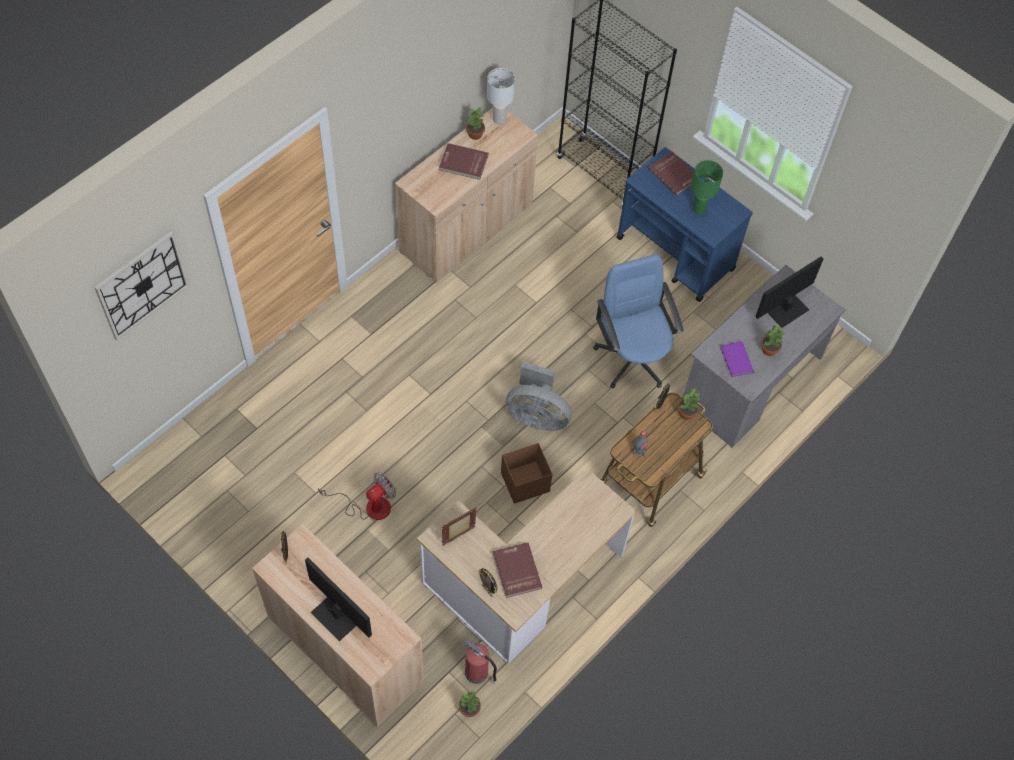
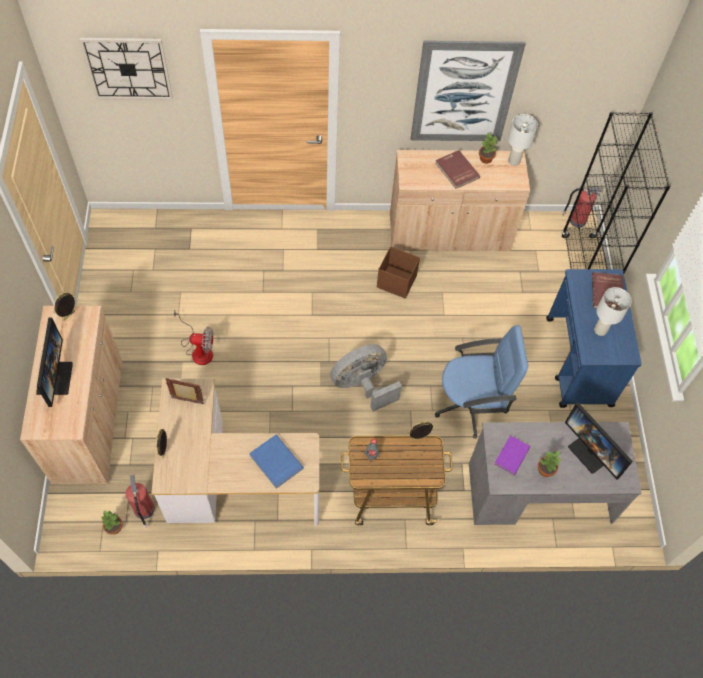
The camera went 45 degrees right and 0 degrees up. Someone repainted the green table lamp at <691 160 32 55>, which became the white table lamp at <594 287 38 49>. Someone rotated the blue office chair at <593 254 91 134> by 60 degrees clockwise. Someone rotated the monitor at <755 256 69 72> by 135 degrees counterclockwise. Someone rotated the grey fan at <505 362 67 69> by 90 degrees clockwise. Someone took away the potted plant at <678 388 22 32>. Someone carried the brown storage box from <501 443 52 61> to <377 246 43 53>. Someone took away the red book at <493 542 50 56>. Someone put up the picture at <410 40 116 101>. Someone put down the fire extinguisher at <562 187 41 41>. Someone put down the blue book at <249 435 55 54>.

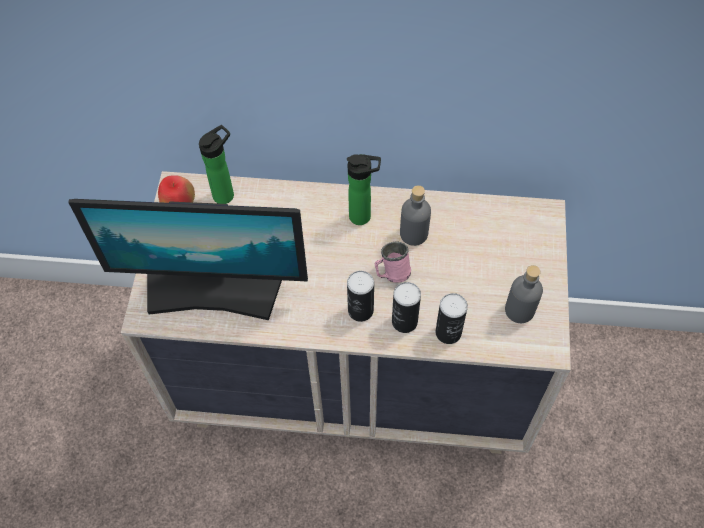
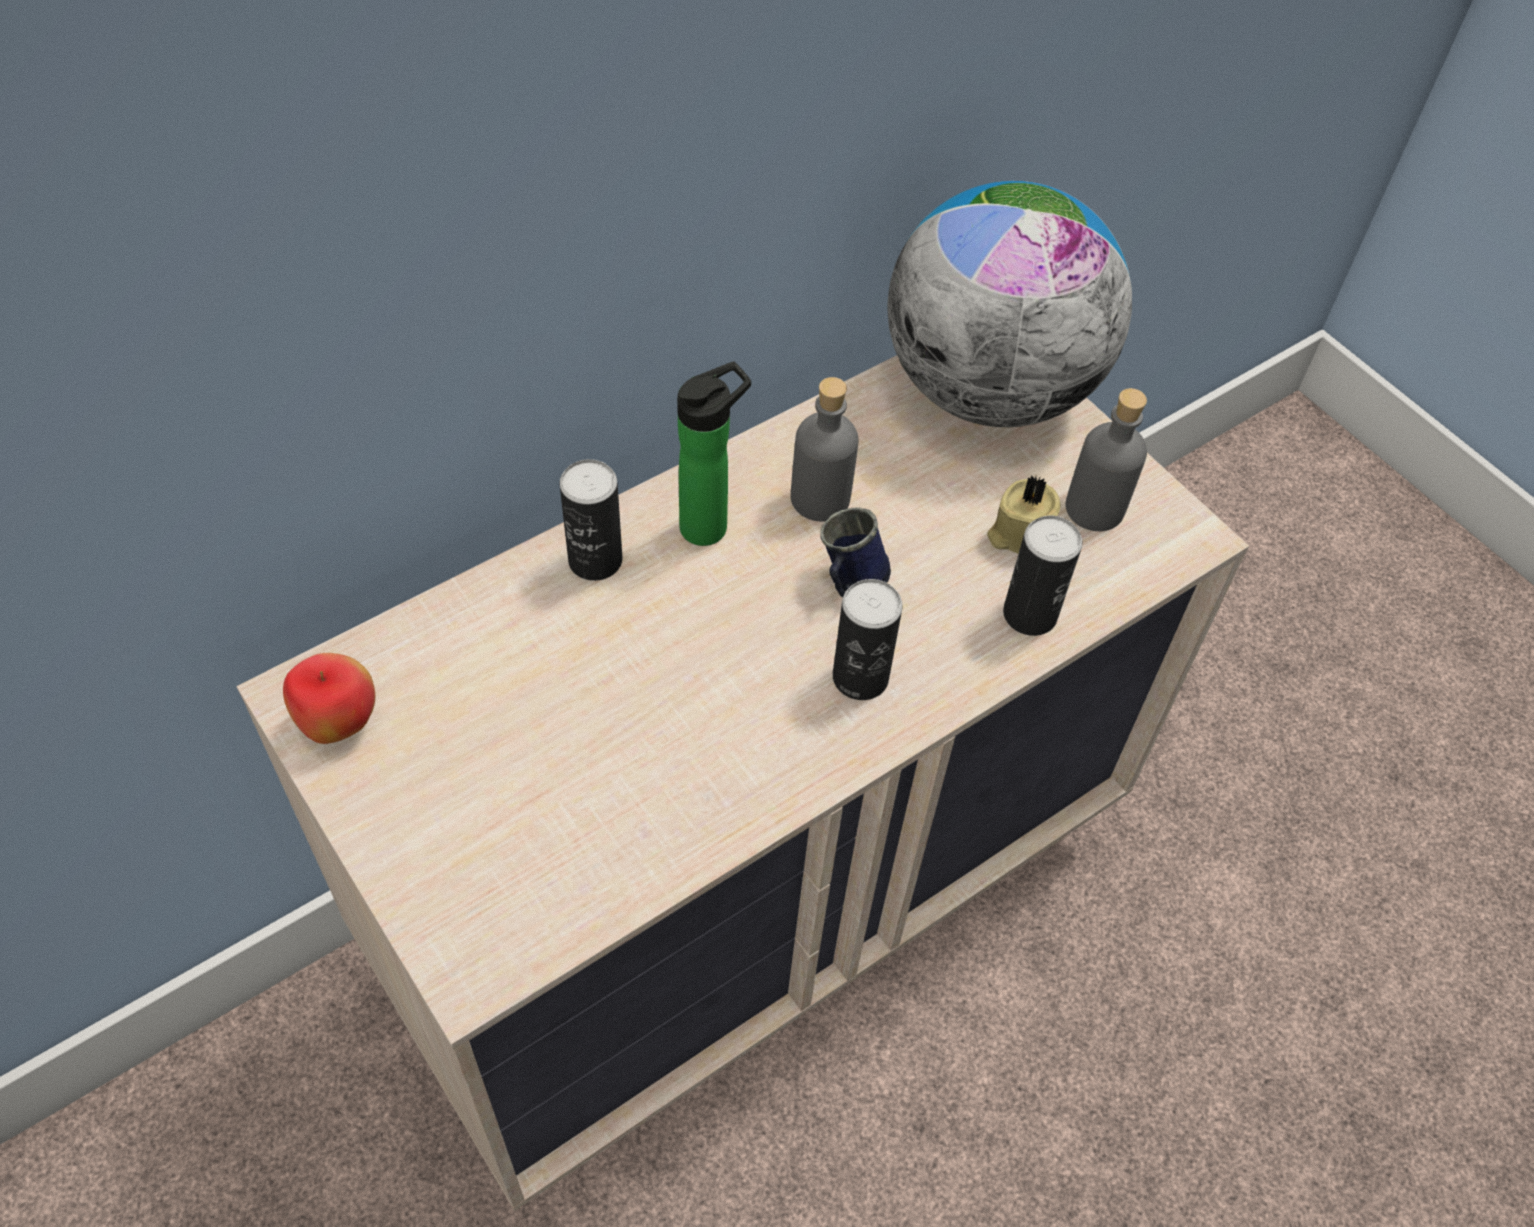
The camera went 45 degrees left and 5 degrees down. Someone took away the bottle at <199 125 35 79>. Someone took away the monitor at <68 199 240 121>. Someone repainted the pink mug at <375 241 36 42>, which became the blue mug at <820 508 71 89>. Someone carried the can from <392 282 29 51> to <559 459 63 122>. Someone put down the globe at <888 181 244 246>. Someone put down the beige candle at <987 475 74 79>.

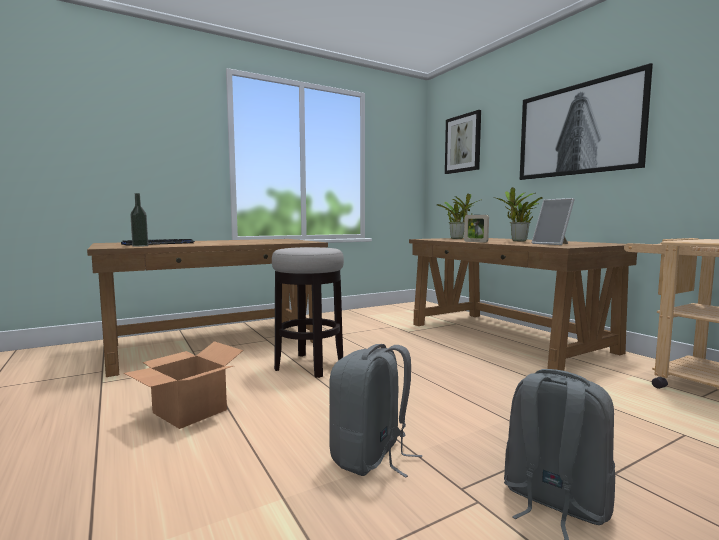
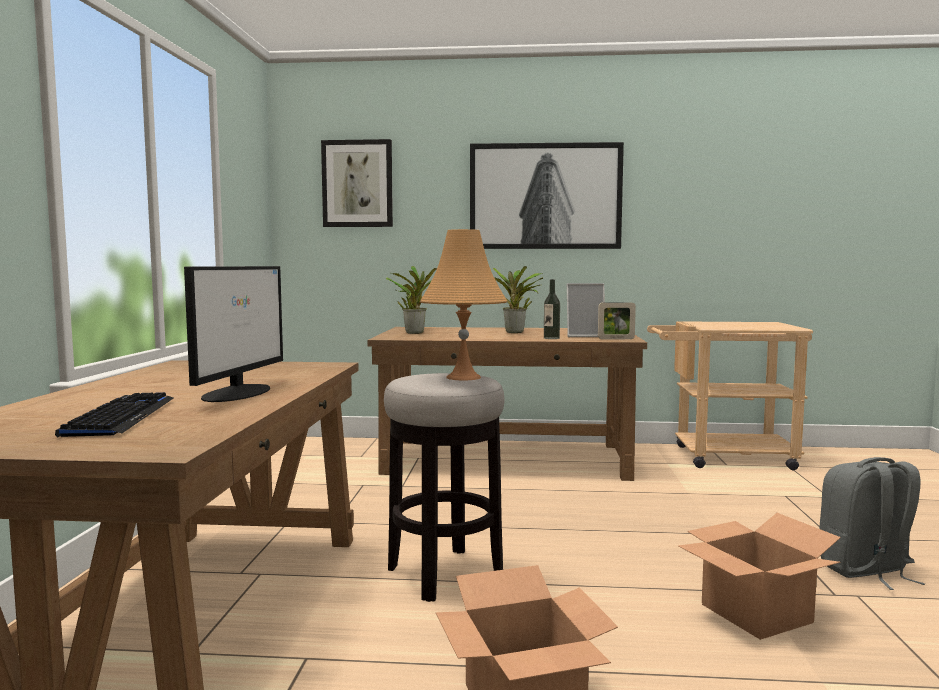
The camera went 55 degrees left and 0 degrees up. Someone carried the bottle from <130 193 18 54> to <544 279 16 60>. Someone carried the picture frame from <464 215 25 28> to <598 303 38 37>. Someone swapped the grey backpack at <329 344 93 134> for the cardboard box at <678 513 163 127>. Someone put down the orange table lamp at <420 229 87 151>. Someone put down the monitor at <184 266 99 136>.

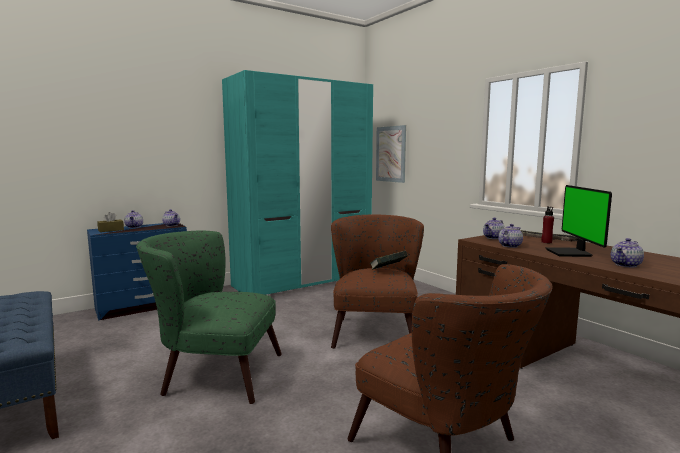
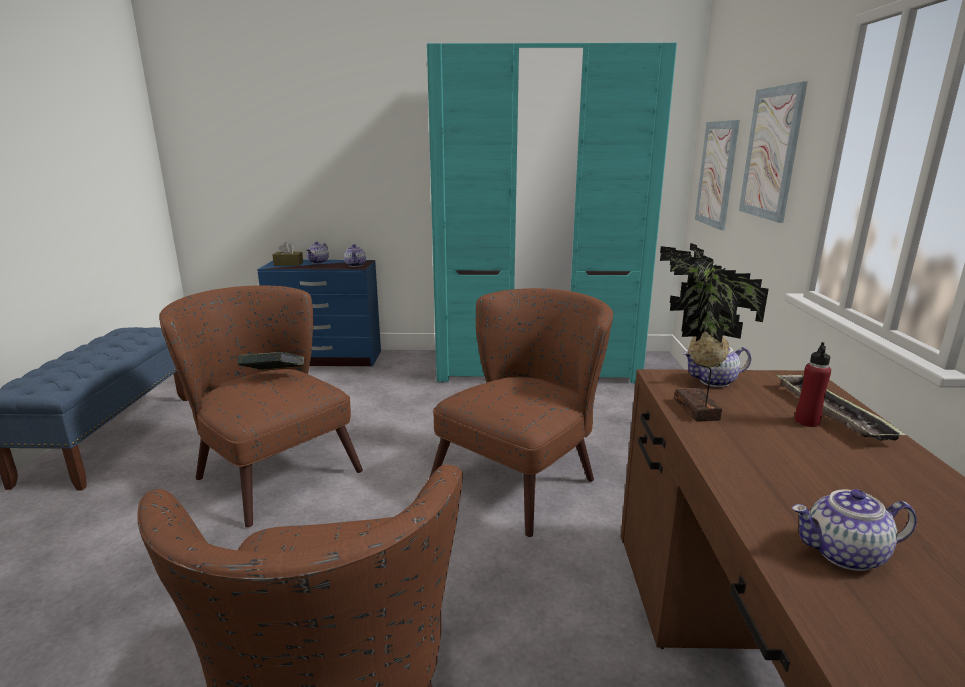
The camera went 35 degrees right and 10 degrees up. Someone took away the monitor at <546 185 66 72>. Someone swapped the teapot at <498 224 25 24> for the potted plant at <660 243 109 179>. Someone repainted the green armchair at <136 231 146 173>, which became the brown armchair at <159 286 204 242>. Someone carried the book from <370 251 38 19> to <238 352 66 18>. Someone put up the picture at <739 81 69 142>.

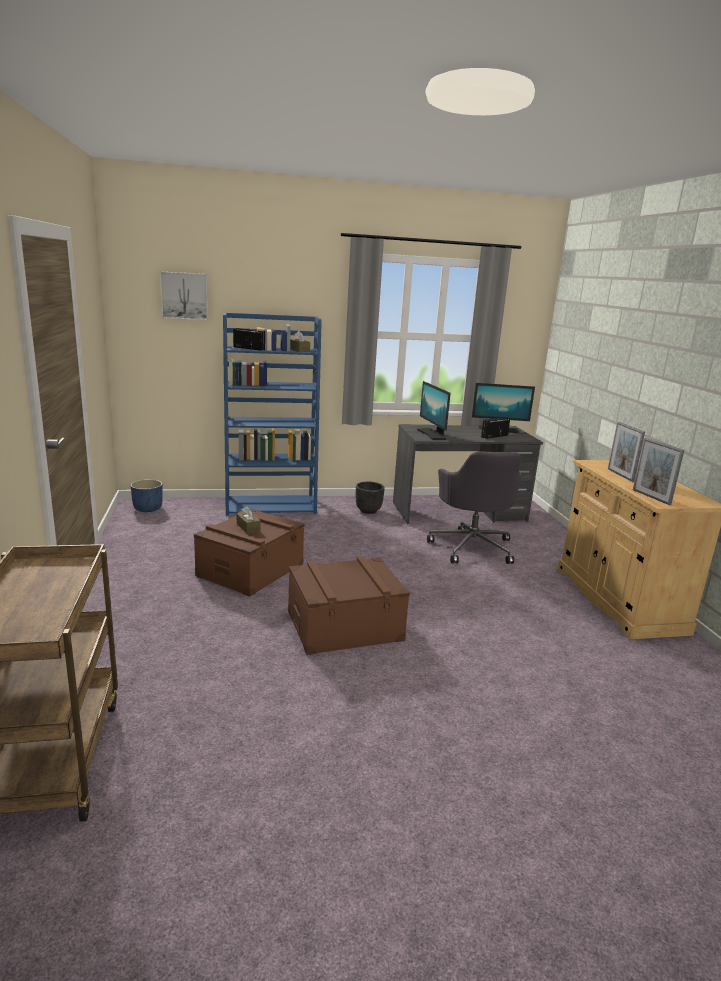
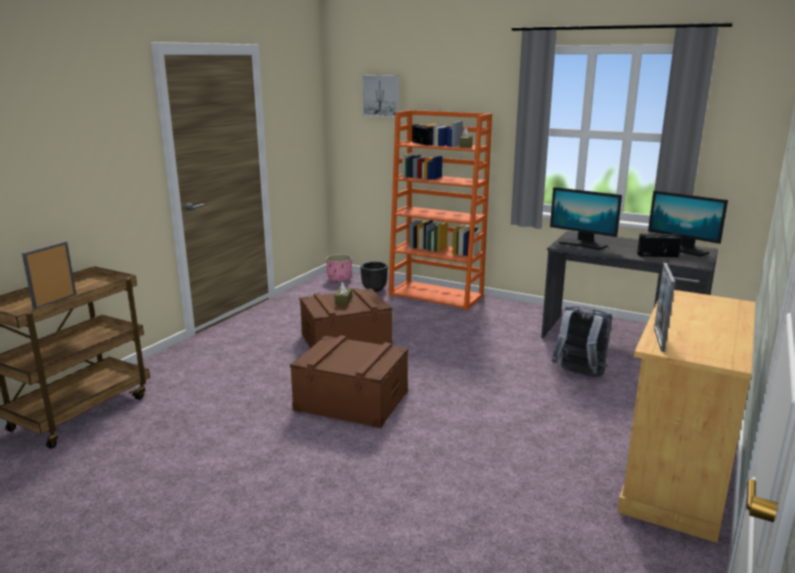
The camera went 40 degrees right and 0 degrees up. Someone repainted the blue bookcase at <223 312 99 204>, which became the orange bookcase at <388 110 104 201>. Someone rotated the monitor at <417 381 34 59> by 75 degrees counterclockwise. Someone carried the picture frame from <608 422 37 60> to <22 241 55 69>. Someone swapped the grey office chair at <427 451 95 113> for the grey backpack at <552 306 60 71>. Someone repainted the blue planter at <130 479 33 33>, which became the pink planter at <326 254 26 28>. Someone carried the black planter from <356 482 29 32> to <361 262 27 30>.

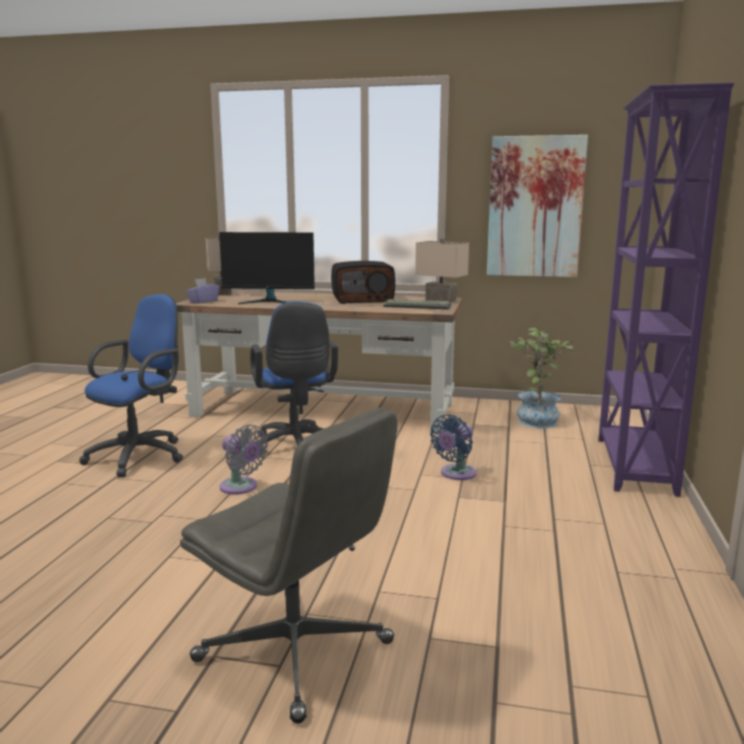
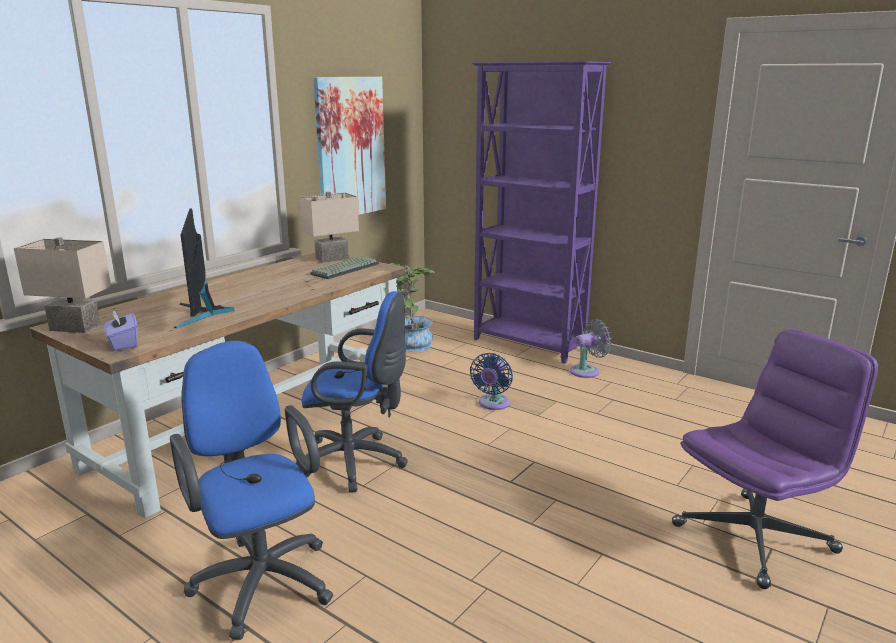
The camera went 65 degrees left and 5 degrees up. Someone rotated the monitor at <219 232 96 72> by 135 degrees clockwise. Someone took away the radio at <331 261 64 43>. Someone repainted the grey office chair at <180 408 218 316>, which became the purple office chair at <672 330 206 259>. Someone rotated the blue fan at <430 414 46 66> by 45 degrees clockwise. Someone carried the grey fan from <220 424 48 71> to <570 319 42 59>.

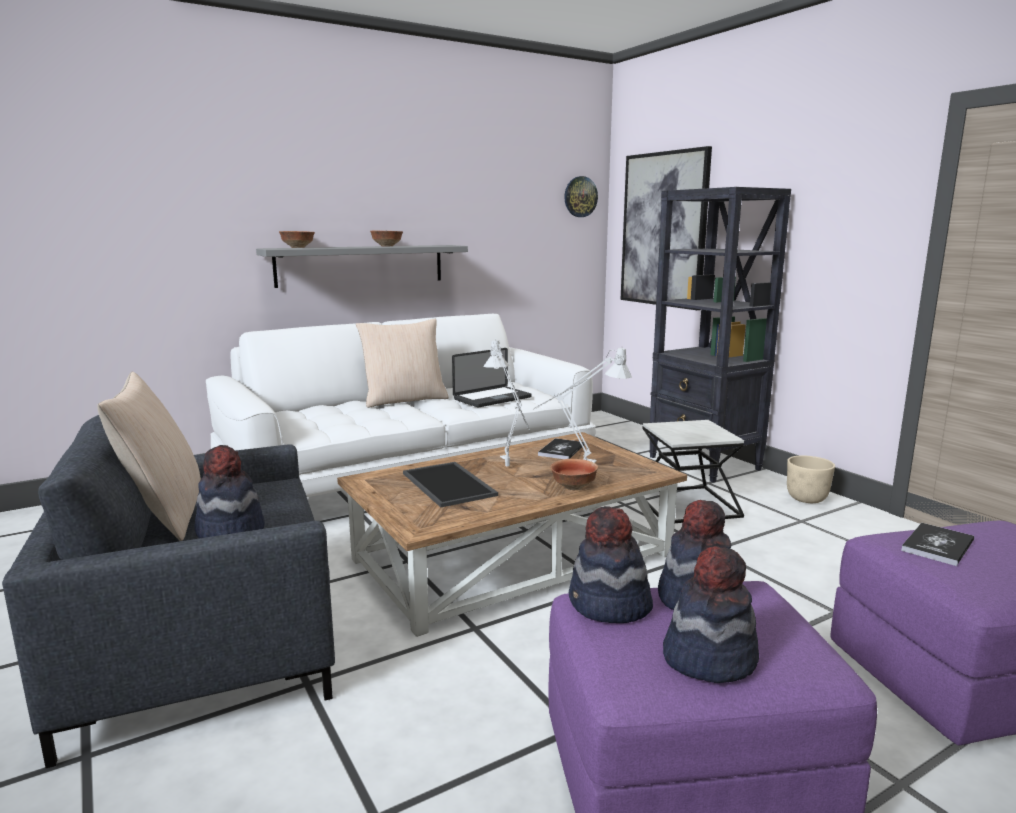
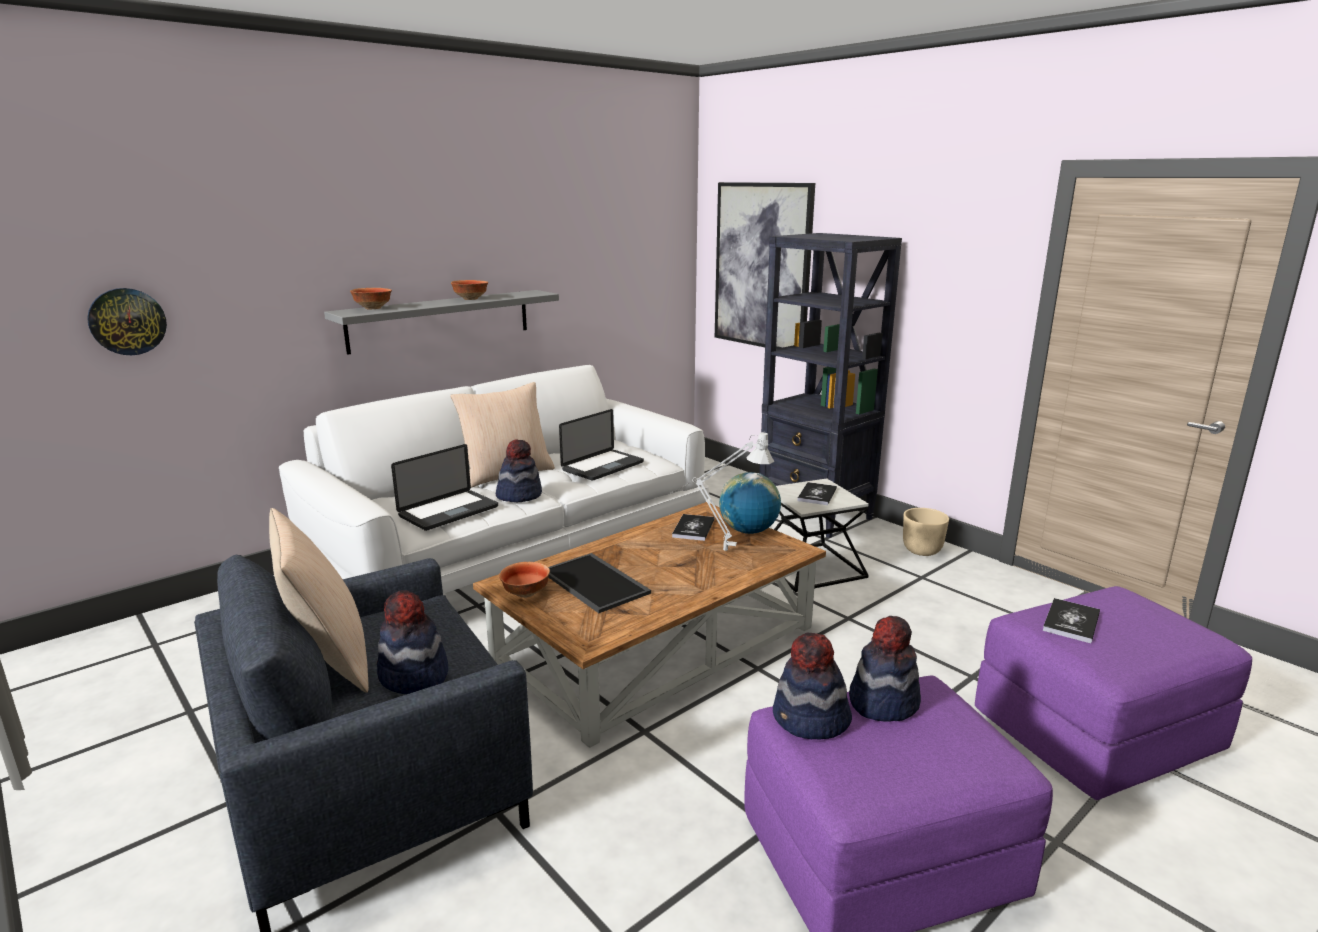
The camera went 10 degrees left and 5 degrees up. Someone carried the wall clock from <564 176 34 41> to <87 288 80 67>. Someone took away the grey table lamp at <483 338 47 129>. Someone carried the bowl from <550 459 48 31> to <499 562 51 36>. Someone carried the hat from <663 546 96 137> to <496 439 46 63>. Someone put down the laptop at <391 444 107 87>. Someone put down the globe at <719 472 62 62>. Someone put down the book at <797 482 40 23>.

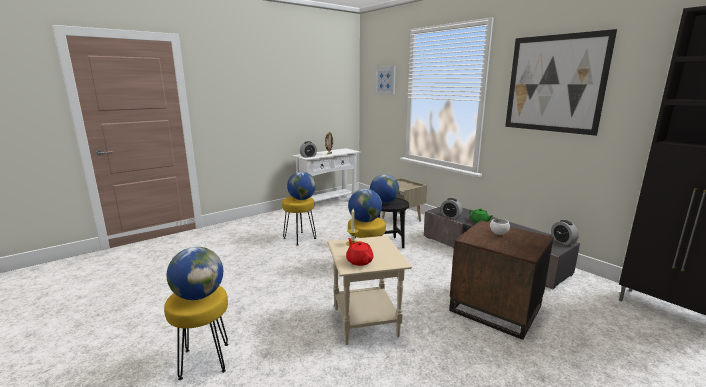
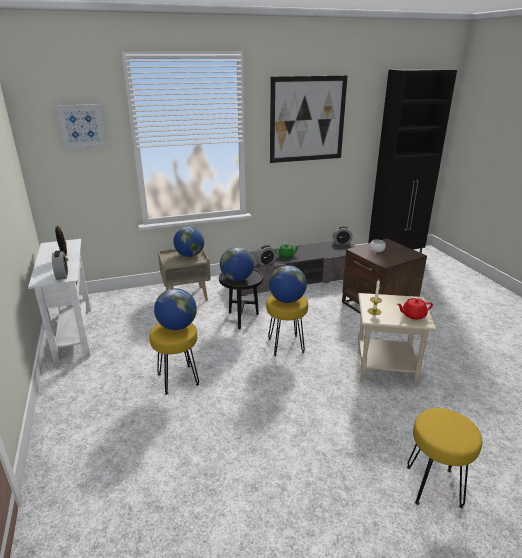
The camera went 70 degrees left and 10 degrees up. Someone carried the globe from <167 247 56 53> to <173 226 31 31>.

